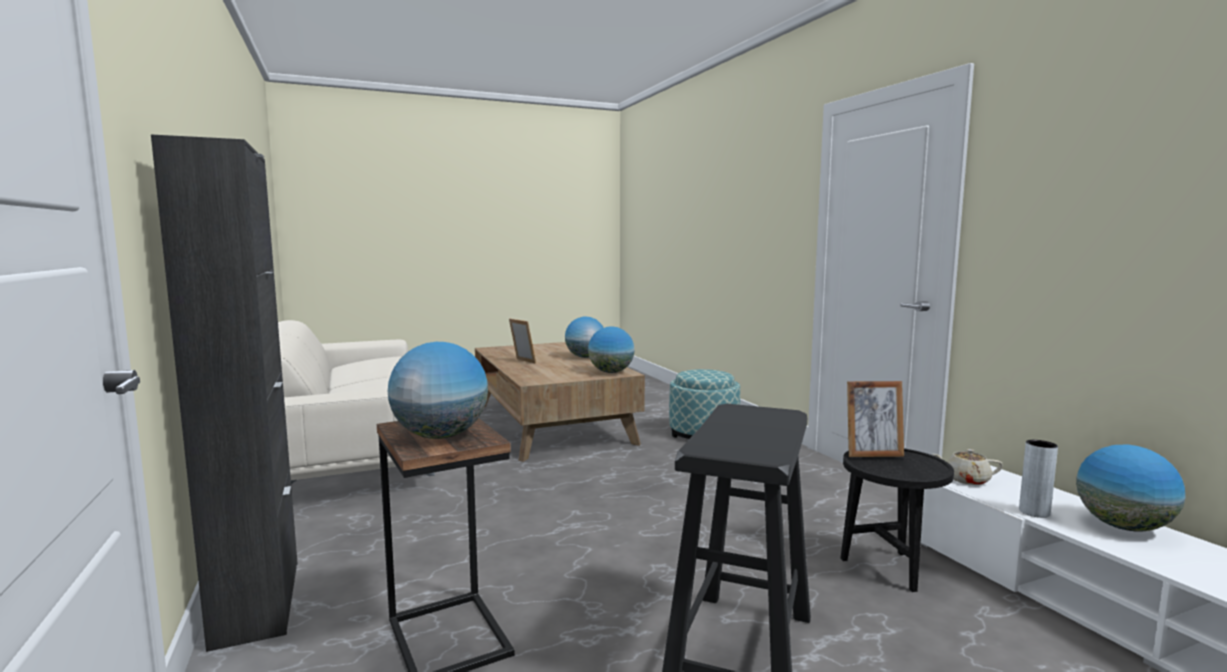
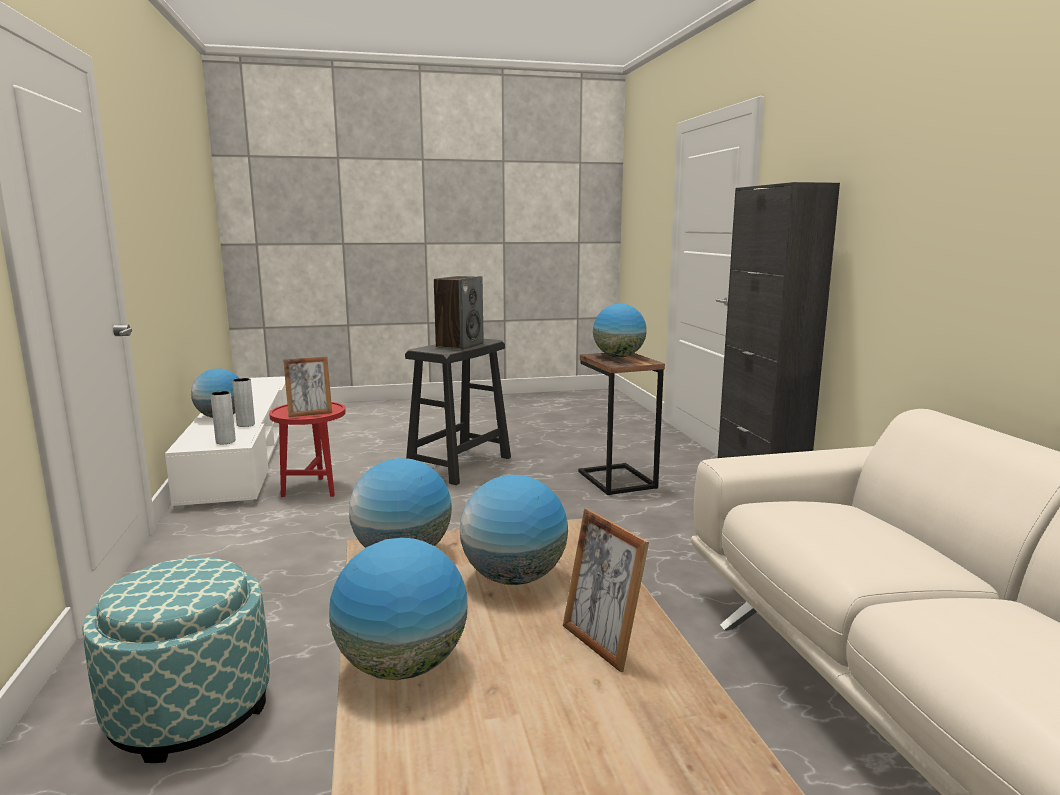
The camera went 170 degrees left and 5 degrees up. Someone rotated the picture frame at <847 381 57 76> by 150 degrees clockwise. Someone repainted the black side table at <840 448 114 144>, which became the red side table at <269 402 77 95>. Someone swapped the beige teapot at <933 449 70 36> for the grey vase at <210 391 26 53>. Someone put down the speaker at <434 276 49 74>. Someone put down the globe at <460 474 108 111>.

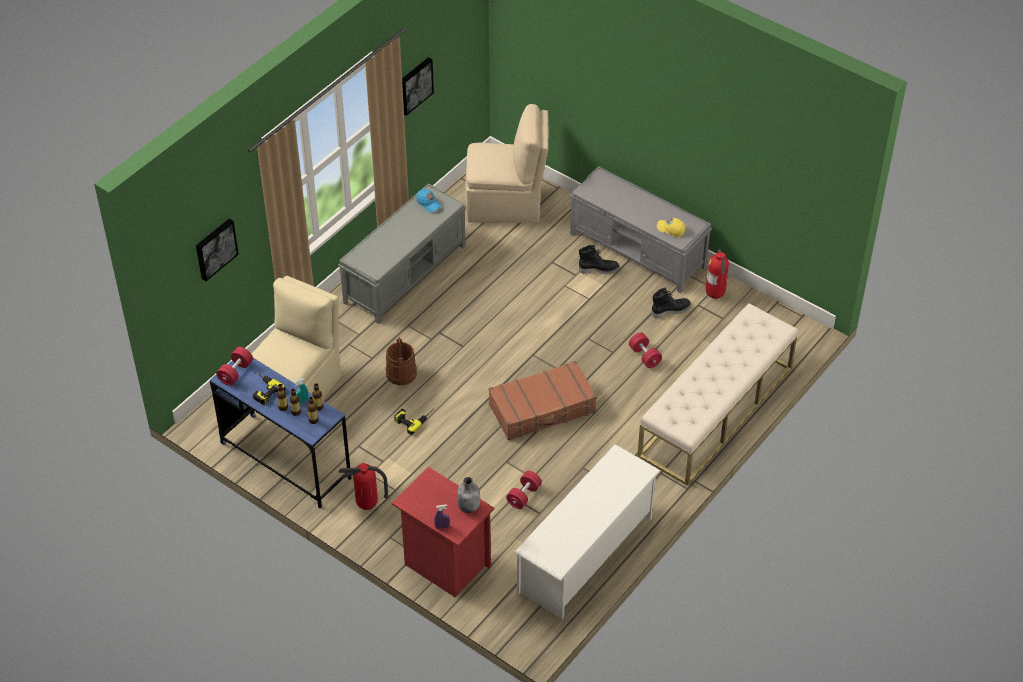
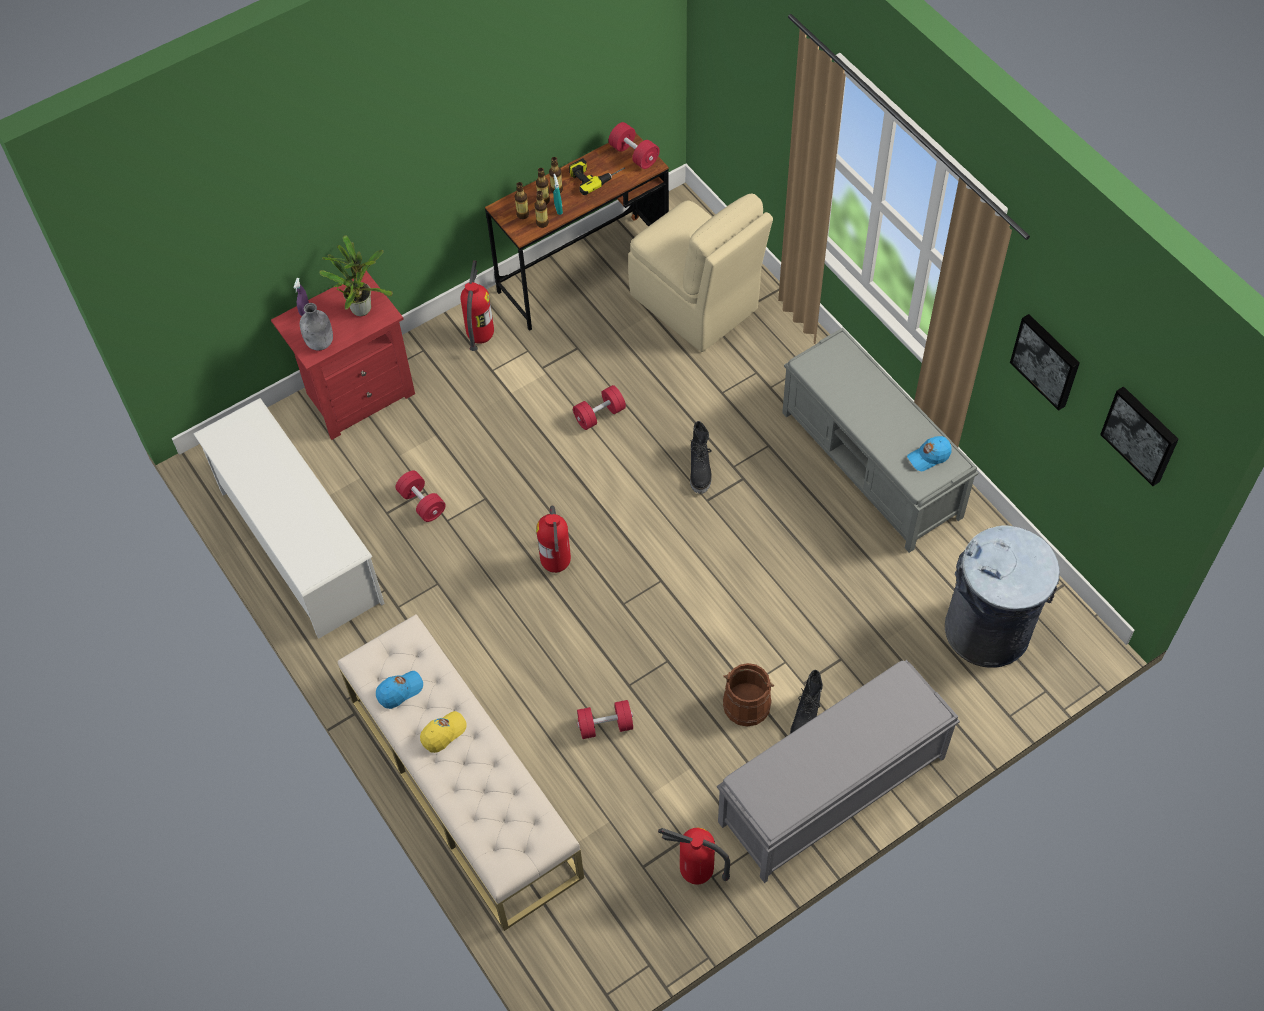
The camera went 110 degrees right and 10 degrees up. Someone swapped the beige chair at <465 104 84 119> for the grey trash can at <945 525 115 143>. Someone carried the yellow cap from <657 218 29 19> to <420 711 47 42>. Someone carried the picture from <196 219 43 62> to <1100 386 79 100>. Someone carried the black boot from <651 288 40 30> to <690 421 22 73>. Someone carried the brown bucket from <386 337 31 48> to <723 663 51 64>. Someone repainted the blue desk at <210 358 141 150>, which became the brown desk at <485 132 184 199>. Someone swapped the brown suitcase at <489 361 108 79> for the fire extinguisher at <536 505 35 68>. Someone swapped the power drill at <394 409 40 26> for the red dumbbell at <573 385 53 45>. Someone put down the potted plant at <320 235 73 81>. Someone put down the blue cap at <376 671 47 38>.

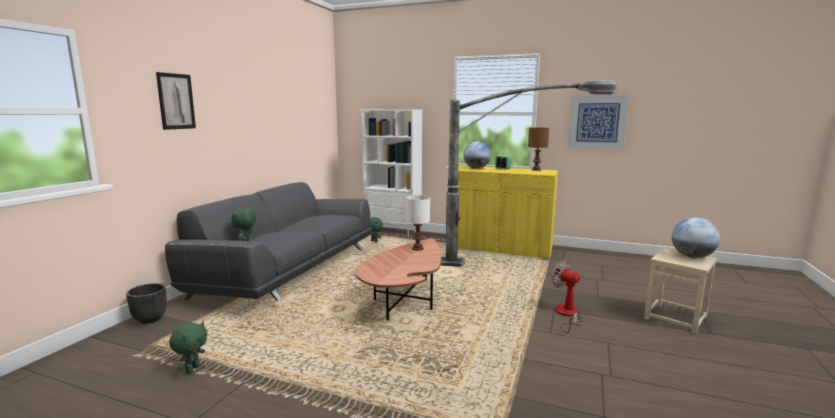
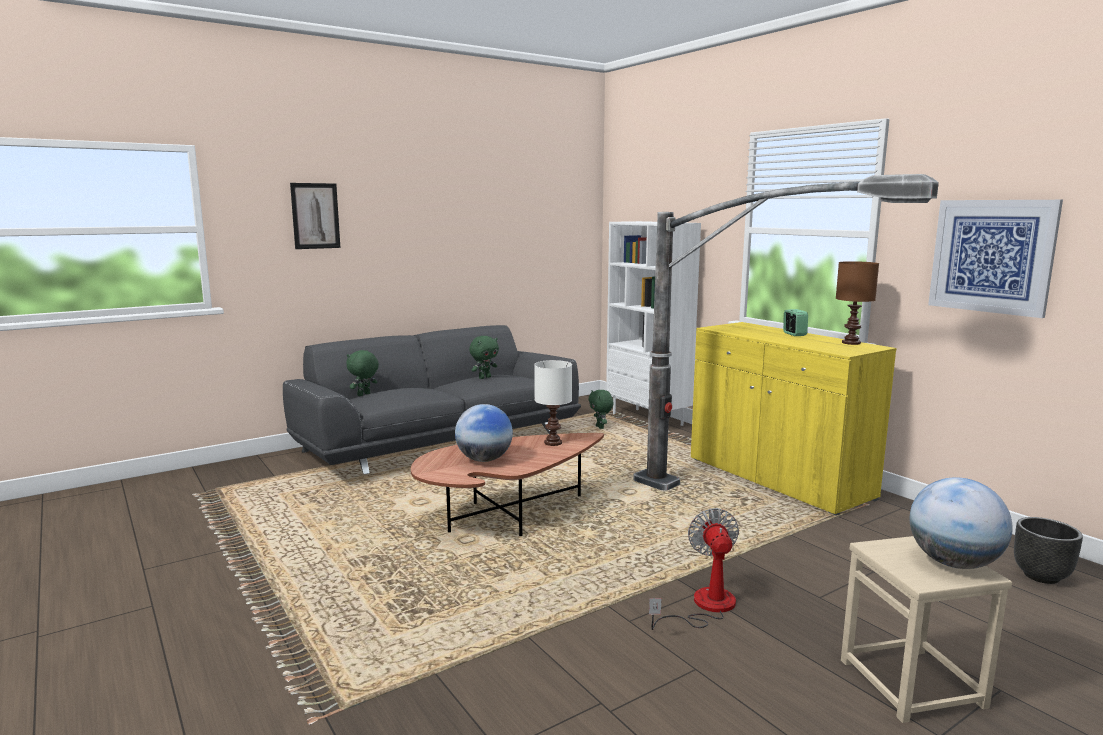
The camera went 35 degrees right and 0 degrees up. Someone carried the globe from <463 141 28 28> to <455 404 58 58>. Someone carried the black planter from <126 283 41 41> to <1014 517 69 67>. Someone carried the green plush toy from <169 322 39 52> to <469 336 30 43>.

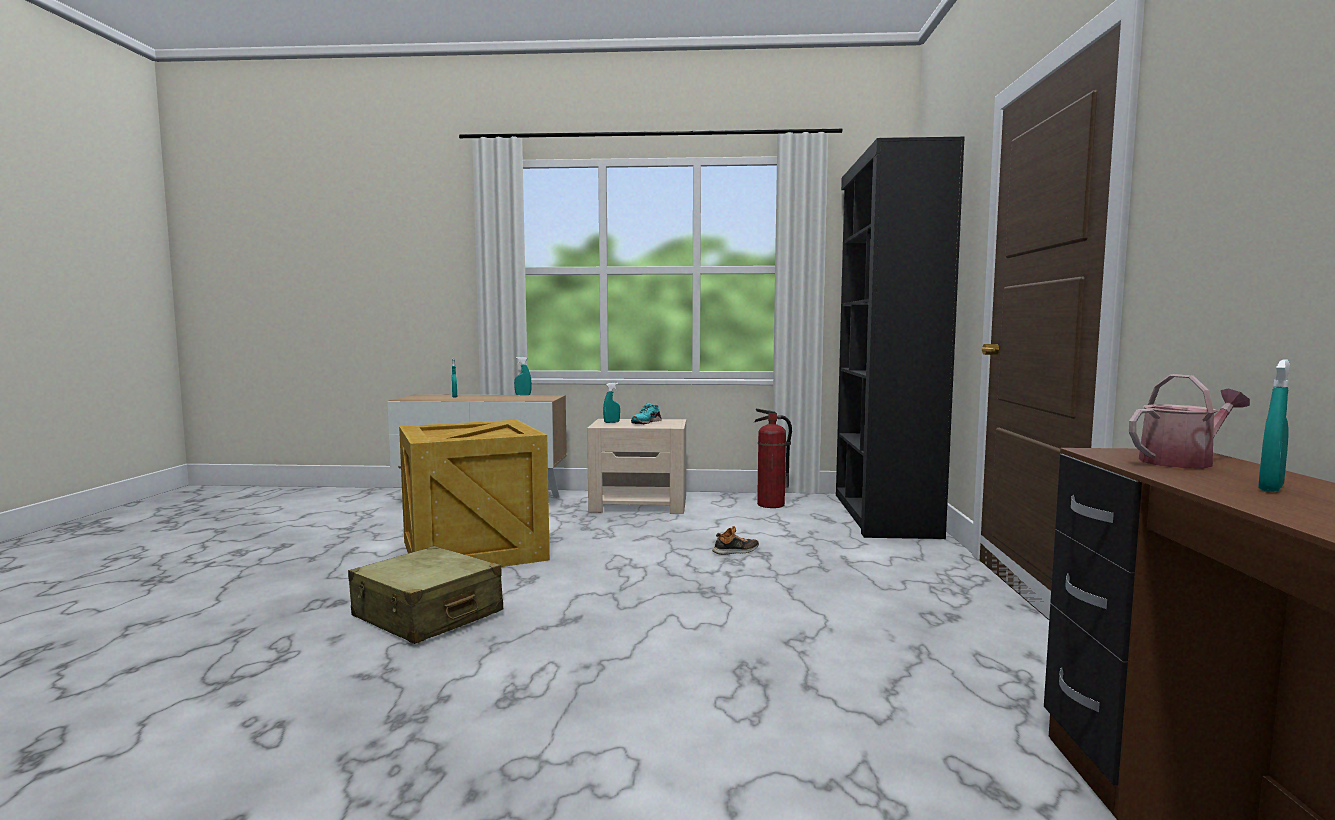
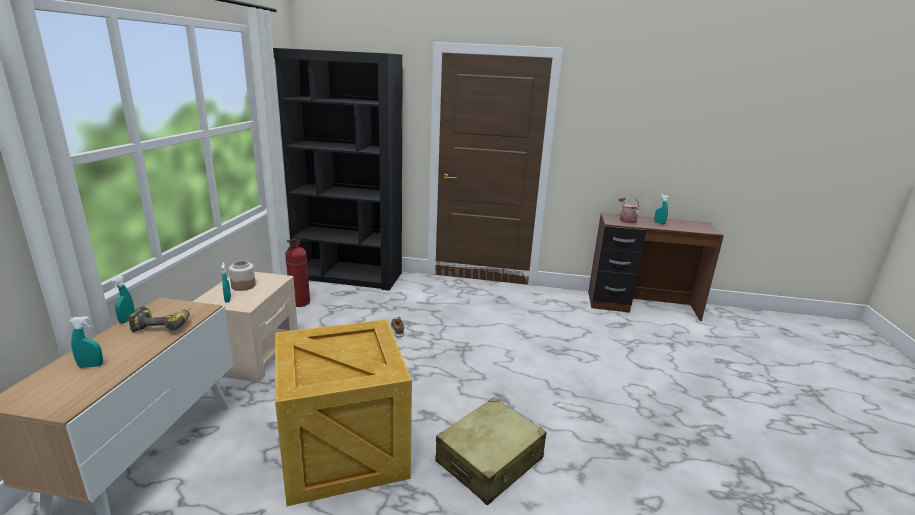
The camera went 85 degrees left and 15 degrees up. Someone swapped the turquoise shoe at <631 403 31 21> for the jar at <229 261 27 30>. Someone put down the power drill at <128 306 63 26>.

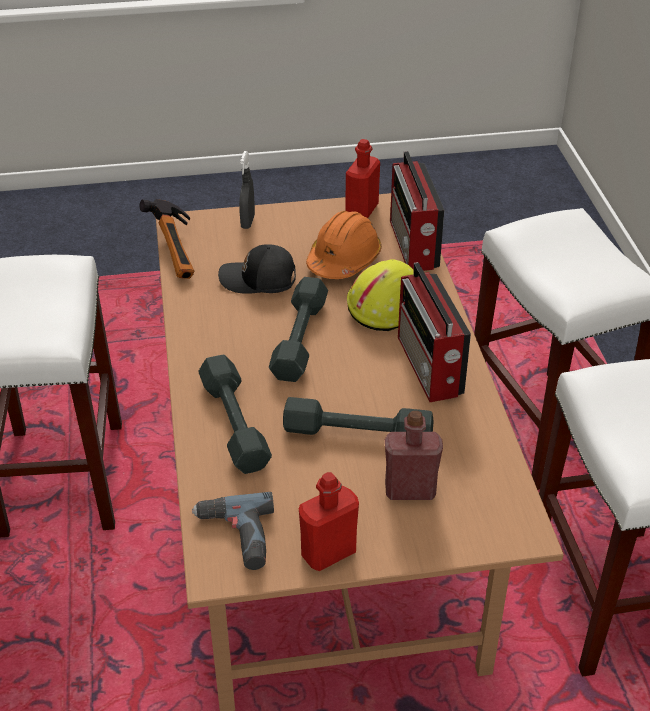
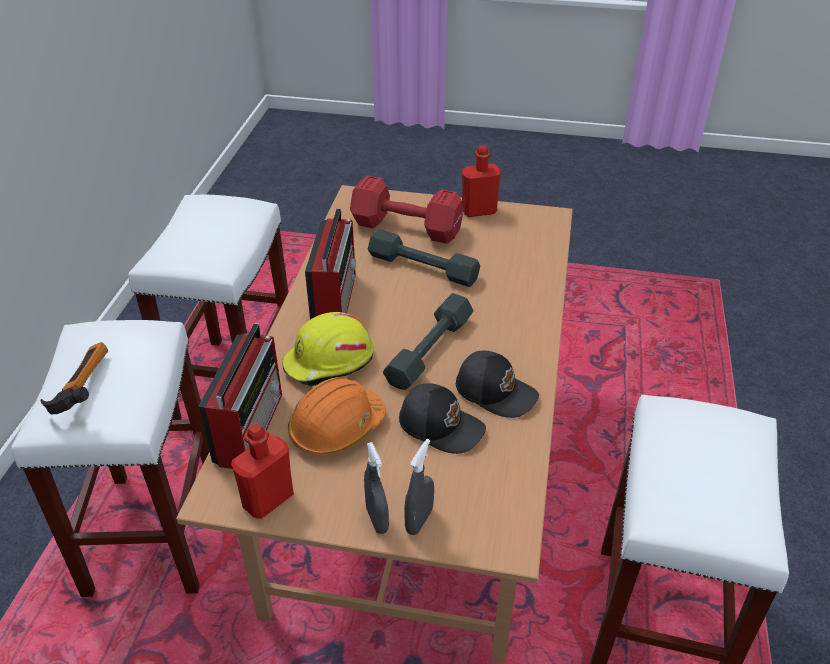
The camera went 160 degrees left and 0 degrees up. Someone carried the hammer from <140 199 54 80> to <41 342 67 72>. Someone took away the grey dumbbell at <198 354 74 120>. Someone swapped the red bottle at <385 411 58 89> for the red dumbbell at <350 175 114 69>. Someone took away the power drill at <192 492 82 78>. Someone put down the black cap at <456 351 83 67>. Someone put down the grey spray bottle at <364 442 25 92>.

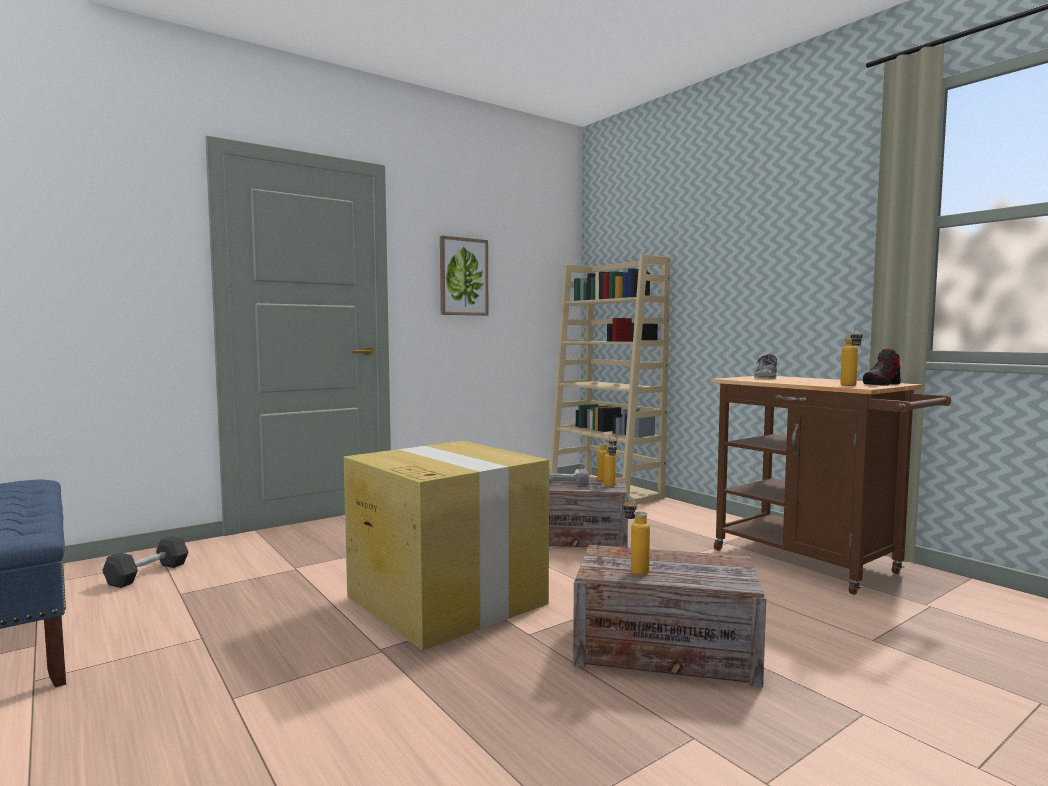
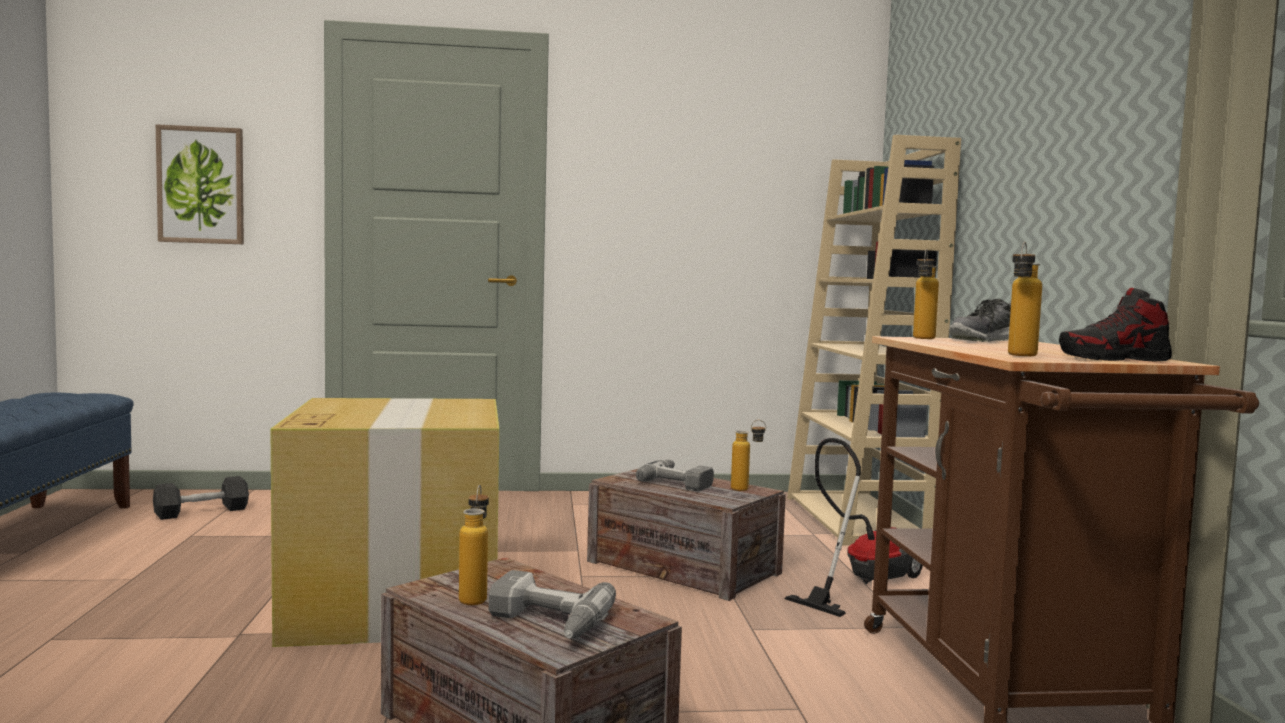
The camera went 30 degrees right and 0 degrees up. Someone carried the picture from <440 236 48 80> to <156 124 88 120>. Someone carried the bottle from <604 441 13 46> to <913 249 26 90>. Someone put down the vacuum cleaner at <785 438 138 179>. Someone put down the power drill at <489 570 127 69>.

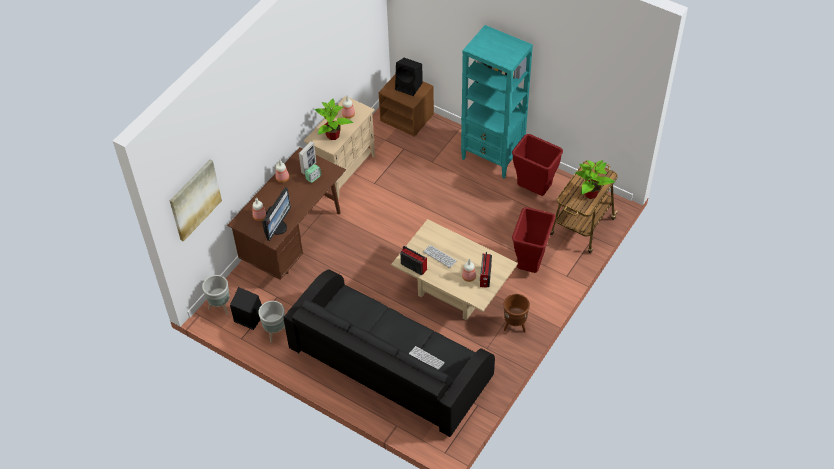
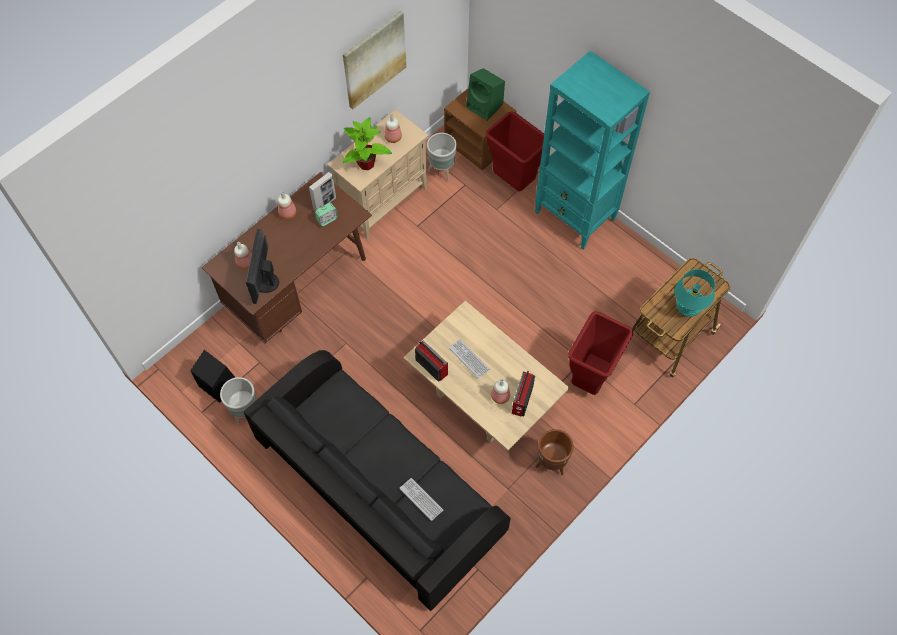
The camera went 10 degrees right and 10 degrees up. Someone repainted the black speaker at <395 58 28 38>, which became the green speaker at <466 68 39 53>. Someone carried the red trash can from <512 134 51 62> to <485 111 59 81>. Someone carried the picture from <170 160 52 82> to <343 11 63 98>. Someone swapped the potted plant at <575 160 40 39> for the turquoise table lamp at <675 269 40 48>. Someone rotated the monitor at <262 187 29 54> by 150 degrees clockwise. Someone carried the grey planter from <202 275 28 40> to <427 133 30 48>.

